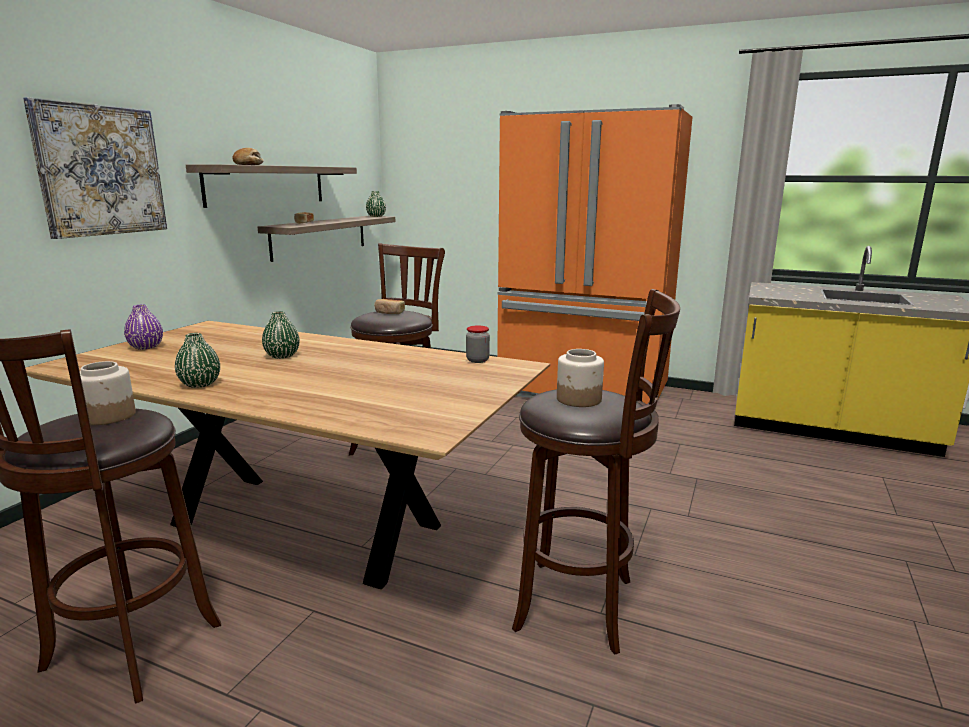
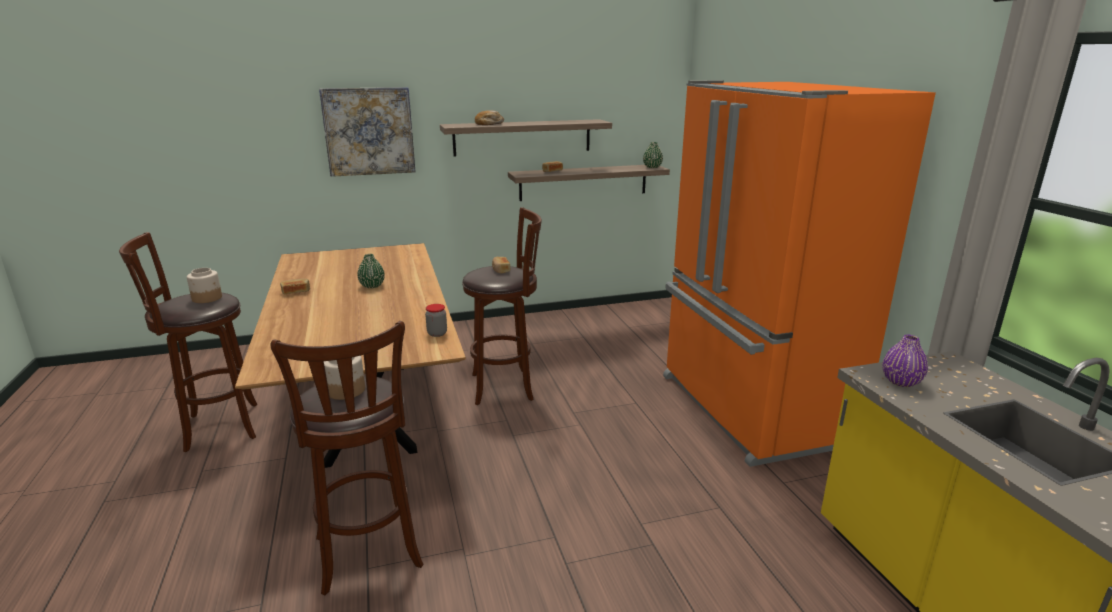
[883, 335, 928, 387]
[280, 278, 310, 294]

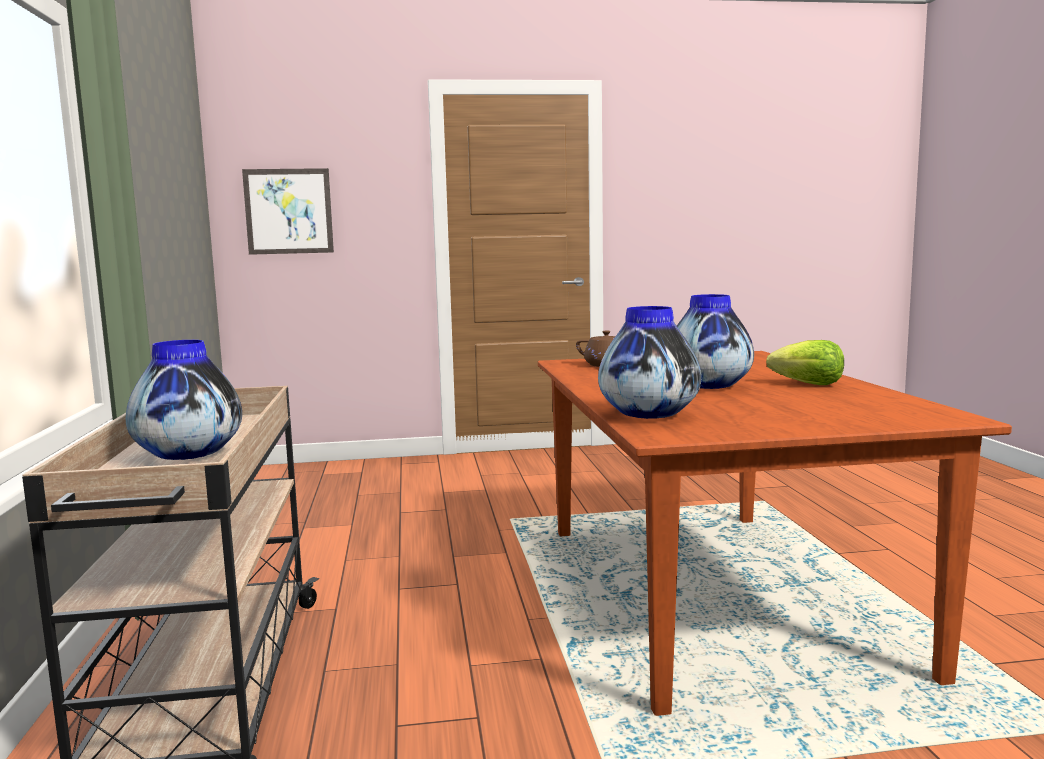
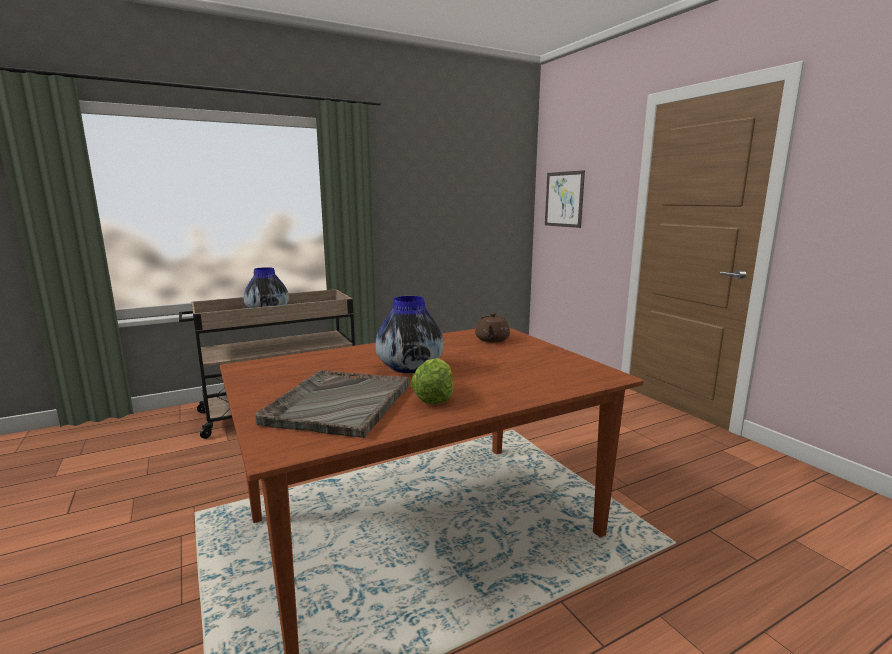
[598, 306, 701, 419] (first image)
[255, 370, 409, 438]

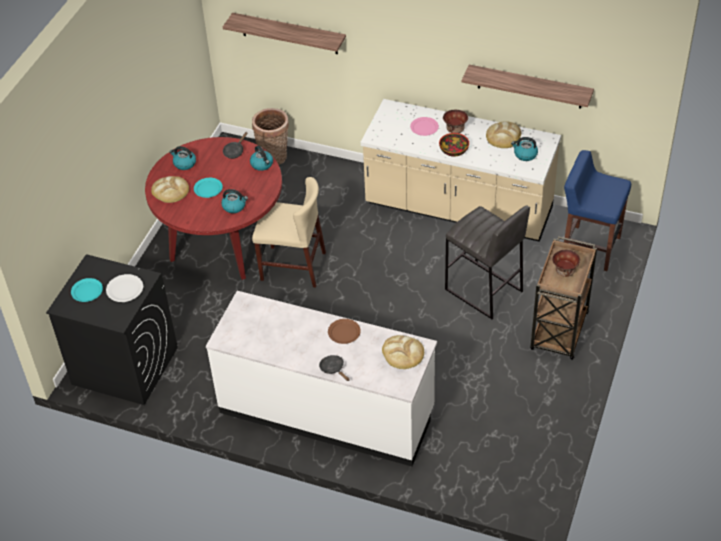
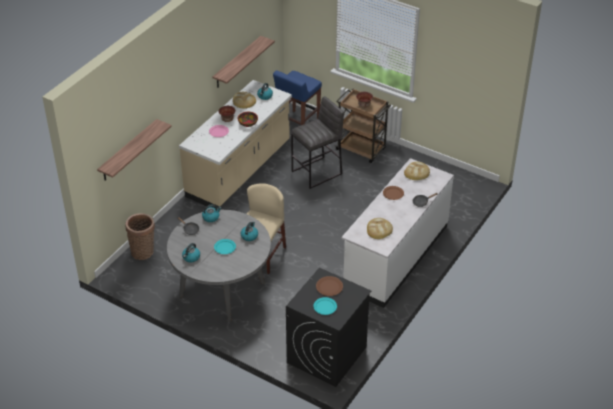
[367, 218, 393, 239]
[316, 276, 343, 296]
[167, 209, 271, 321]

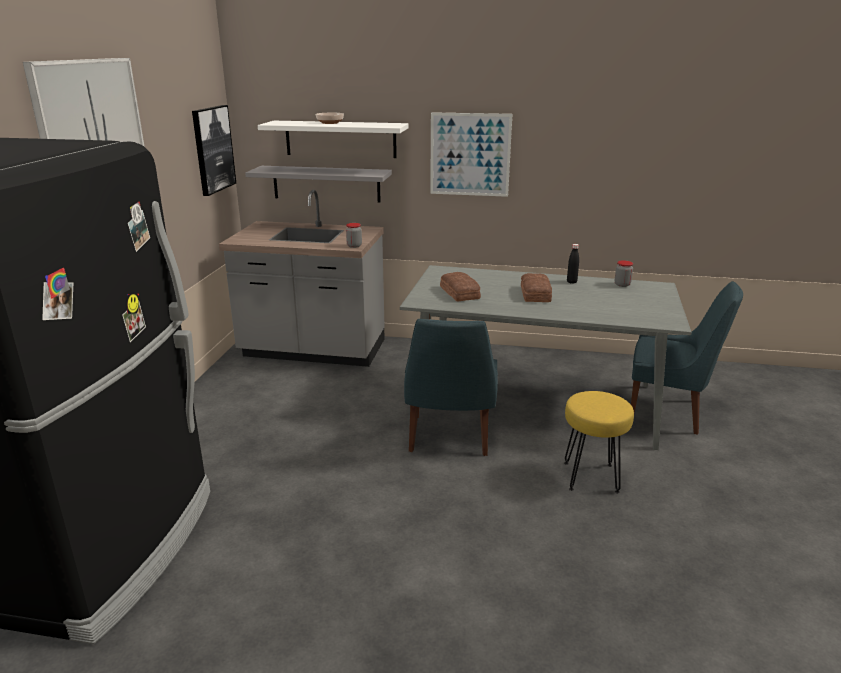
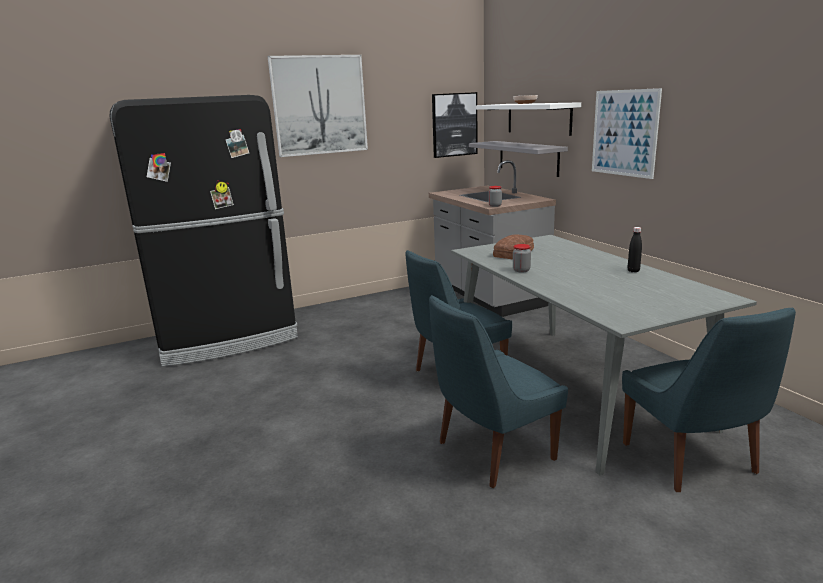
[521, 273, 552, 302] (first image)
[513, 244, 531, 273]
[429, 295, 568, 488]

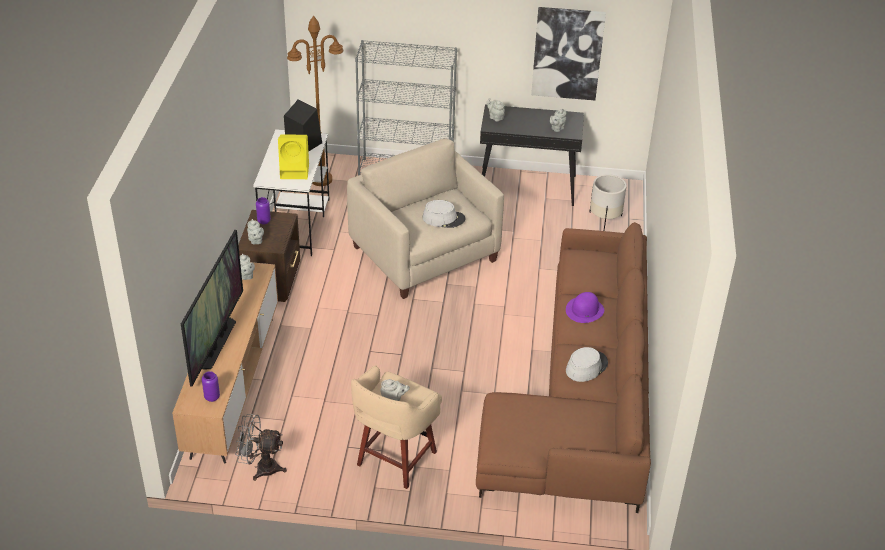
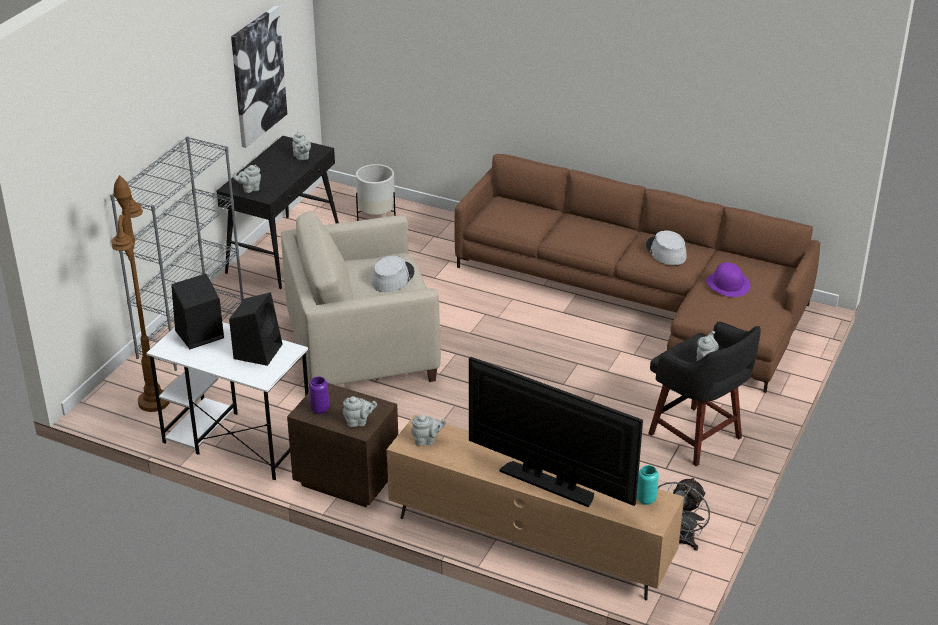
[706, 262, 751, 297]
[637, 465, 659, 505]
[229, 292, 282, 366]
[648, 321, 761, 466]

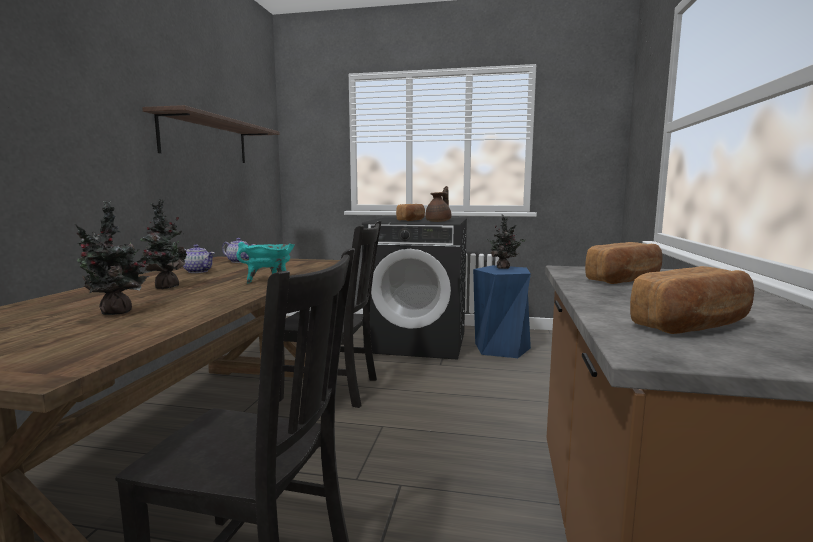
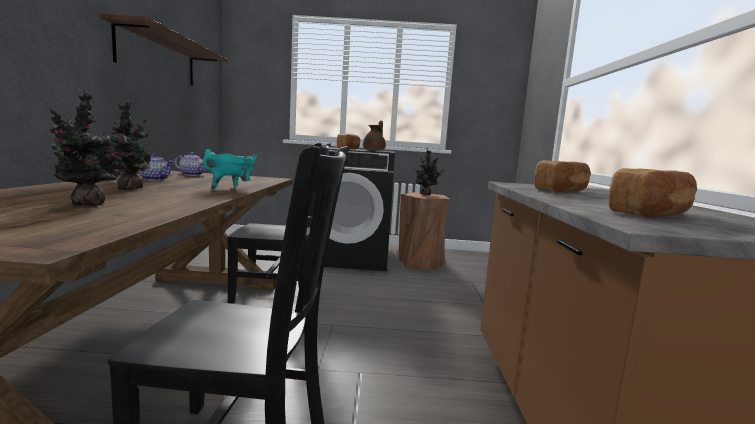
[398, 192, 450, 271]

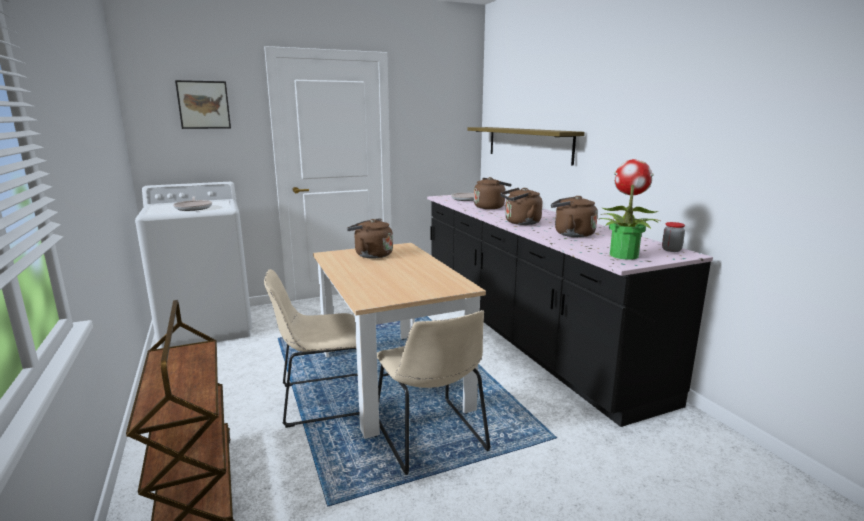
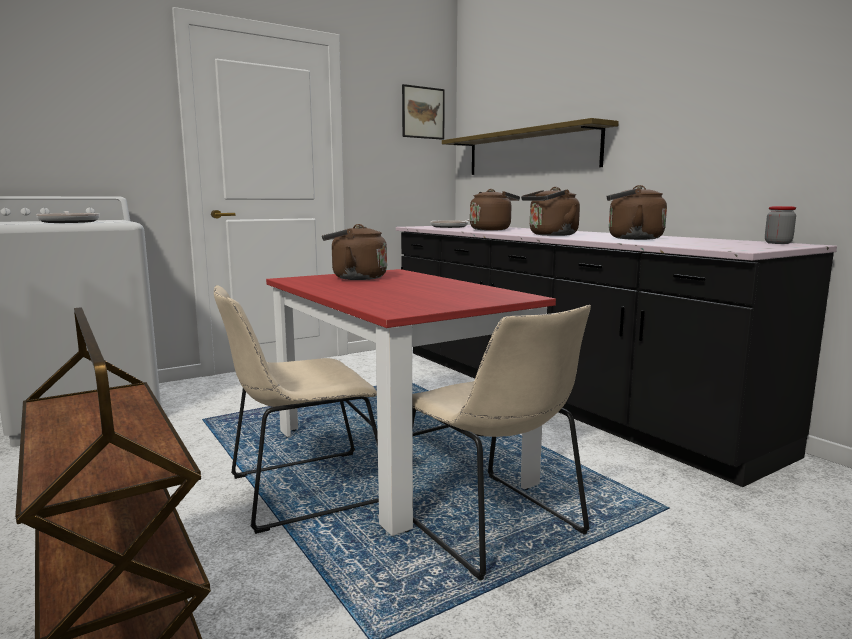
[599, 159, 660, 260] (first image)
[402, 84, 445, 140]
[266, 269, 556, 536]

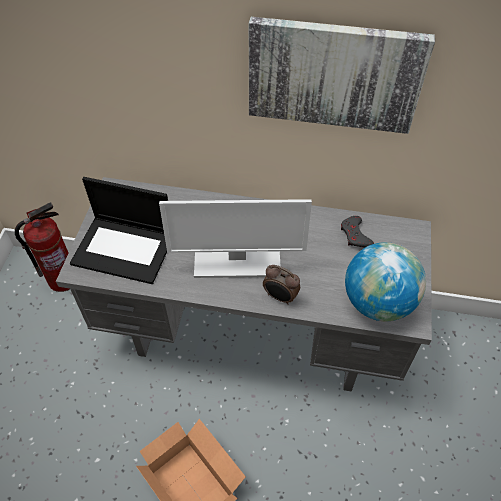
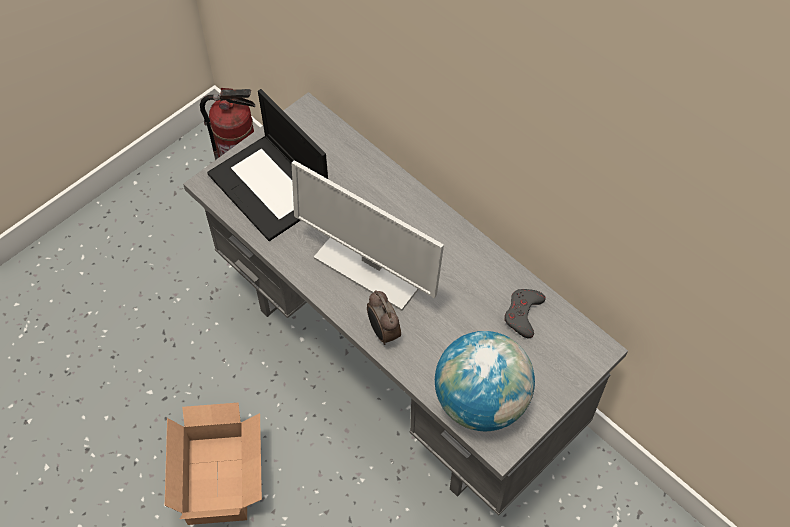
[249, 17, 435, 134] (first image)

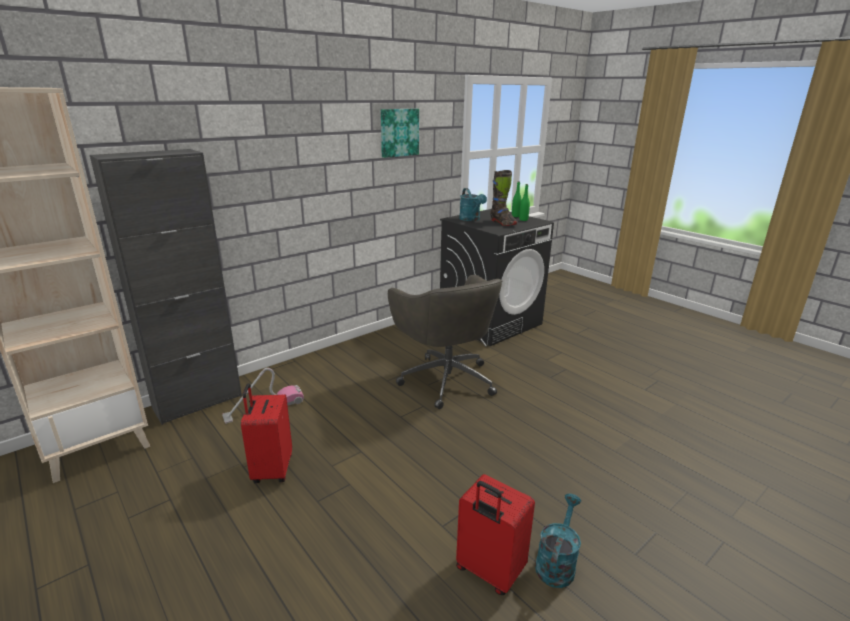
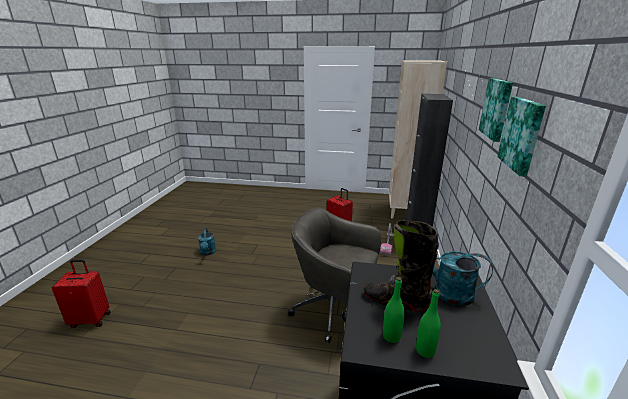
[479, 78, 513, 142]
[52, 259, 111, 328]

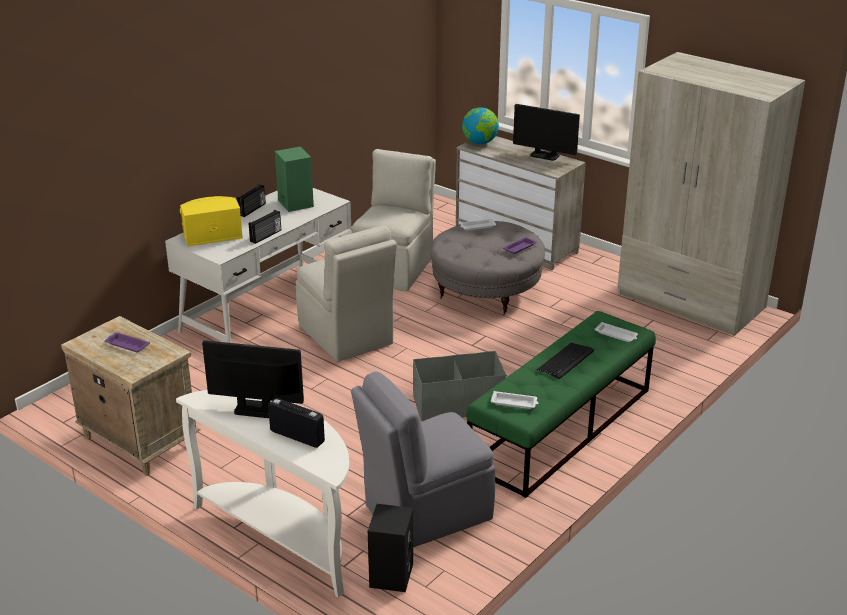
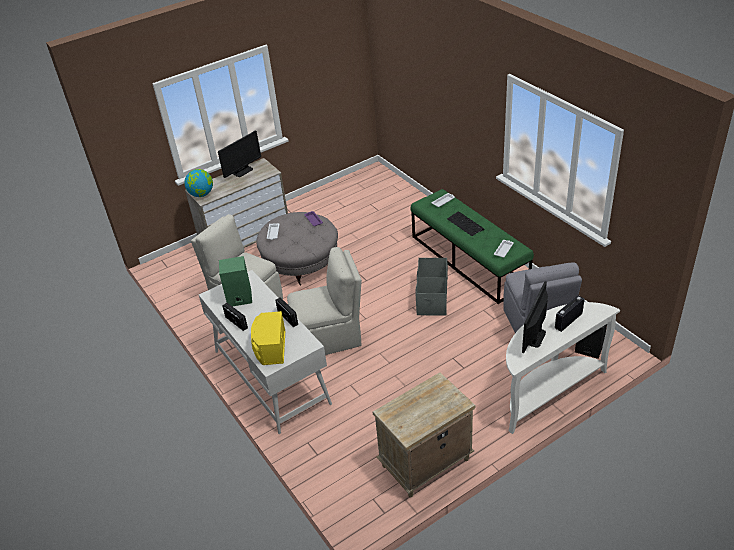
[105, 332, 150, 352] (first image)
[617, 52, 805, 336] (first image)

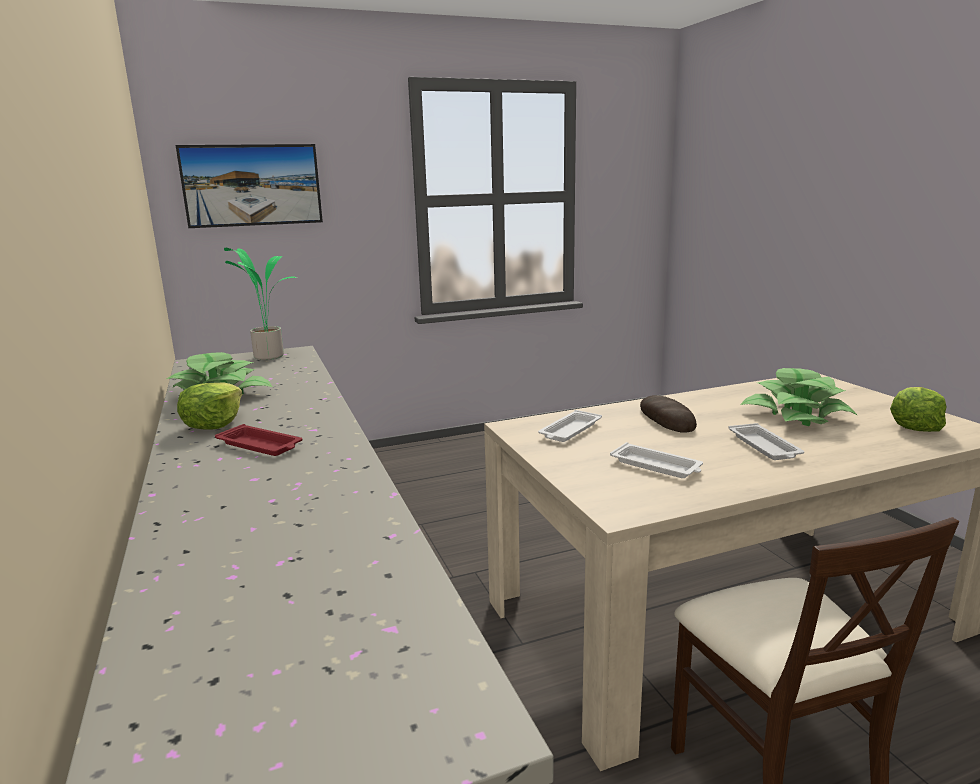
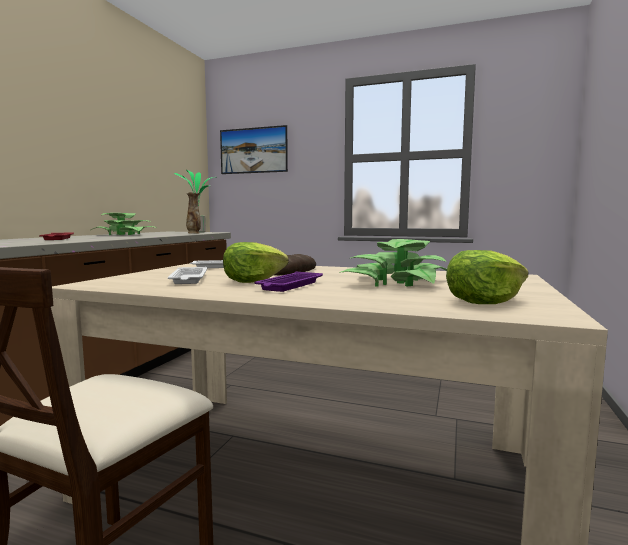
[186, 192, 201, 233]
[223, 242, 289, 283]
[254, 272, 323, 292]

